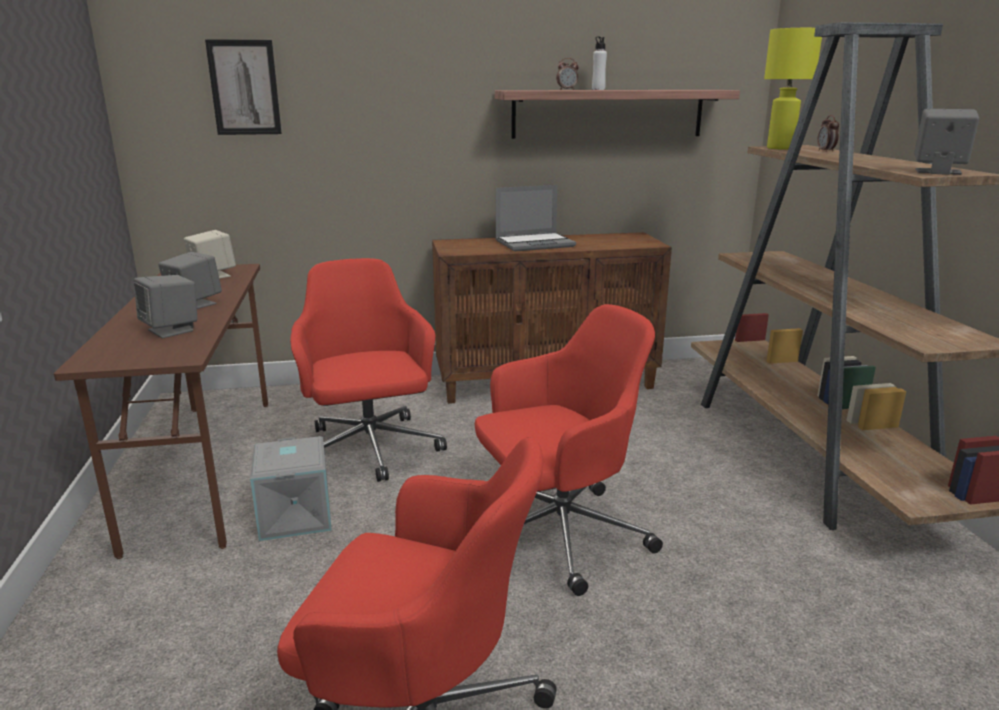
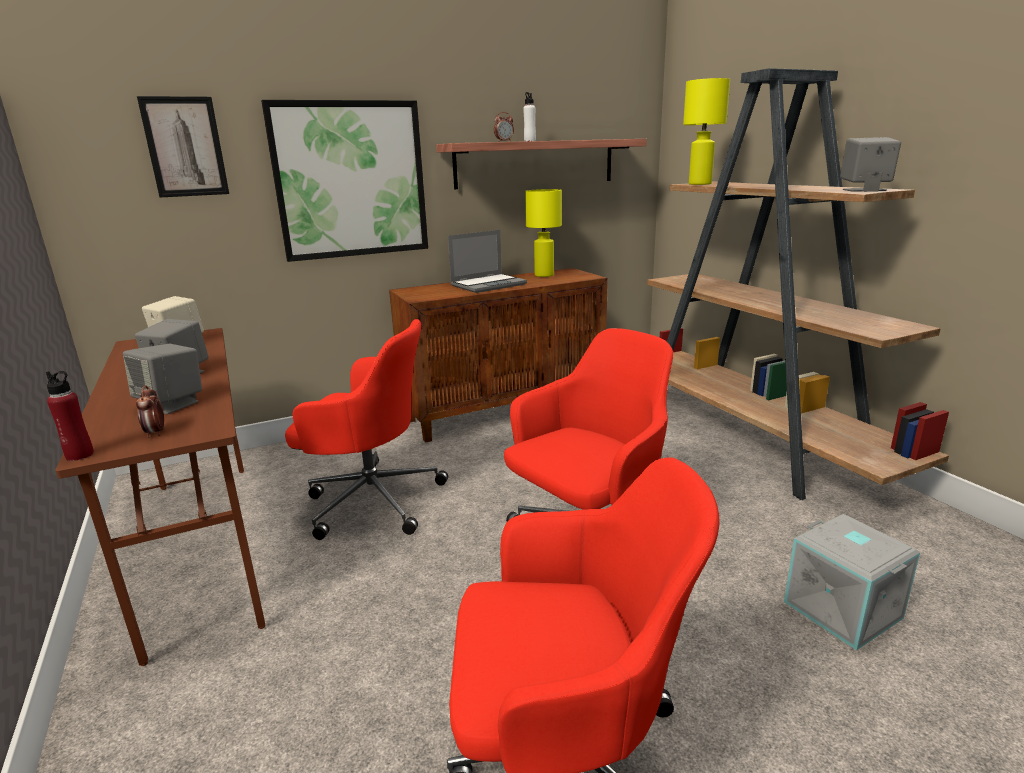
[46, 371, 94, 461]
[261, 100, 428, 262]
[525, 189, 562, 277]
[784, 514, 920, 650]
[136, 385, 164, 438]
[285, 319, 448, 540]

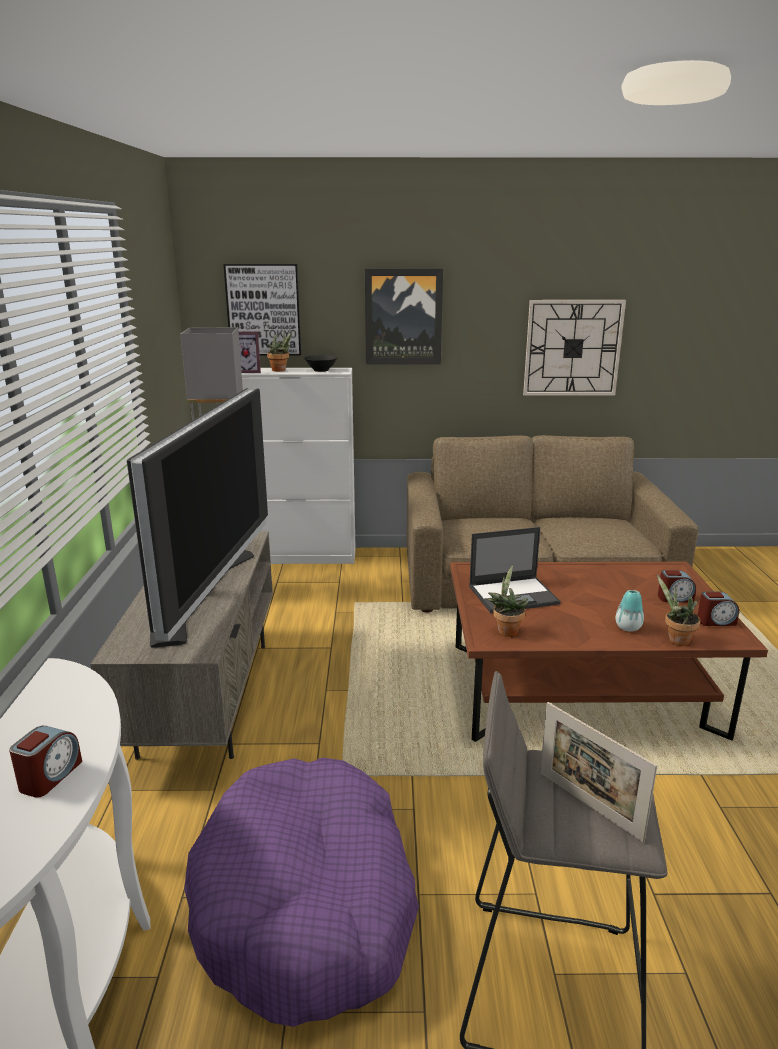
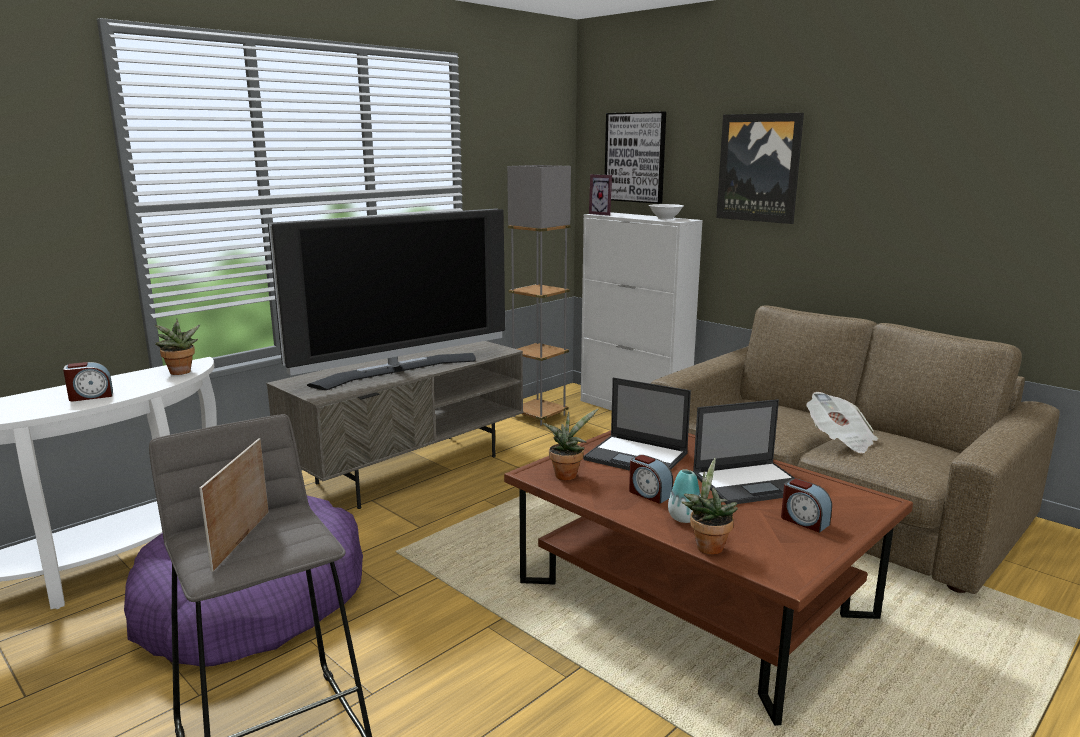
[523, 300, 626, 396] (first image)
[693, 399, 794, 504]
[807, 392, 878, 454]
[155, 318, 201, 375]
[629, 455, 673, 504]
[649, 204, 683, 220]

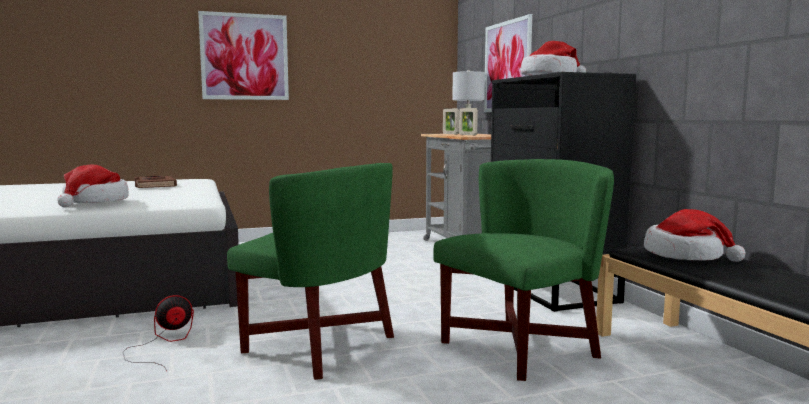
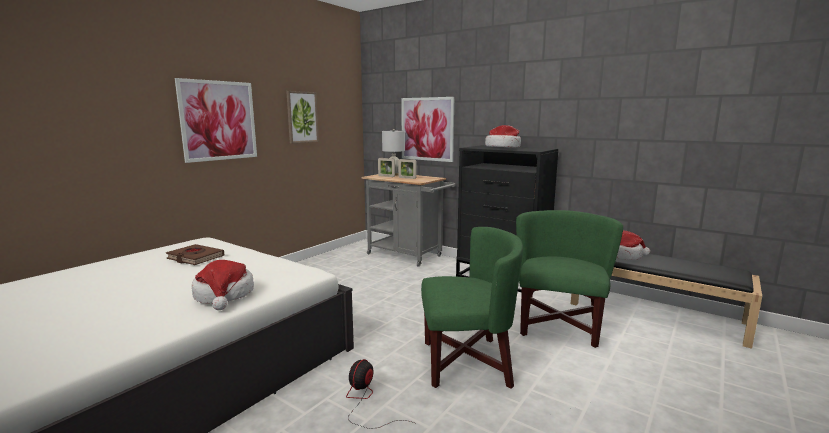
[286, 91, 319, 143]

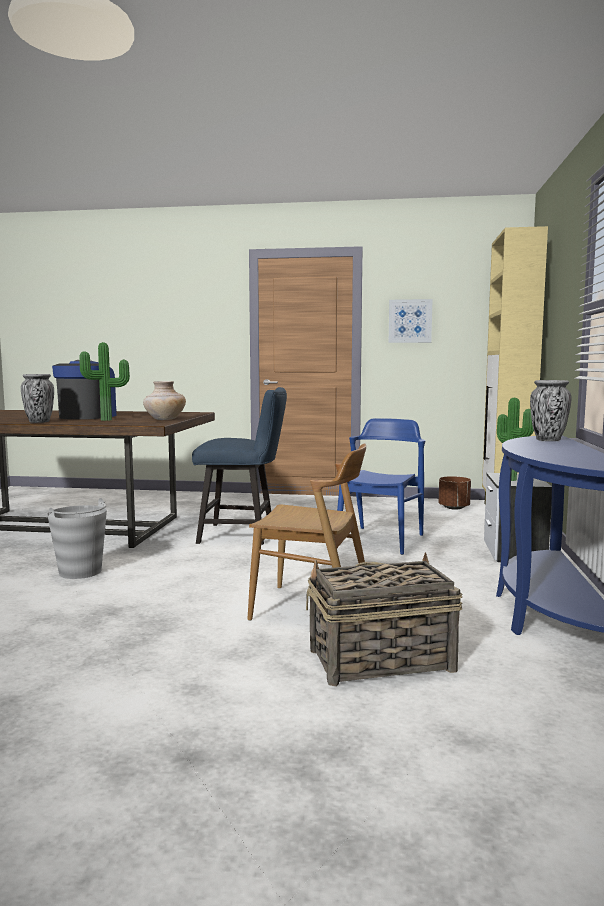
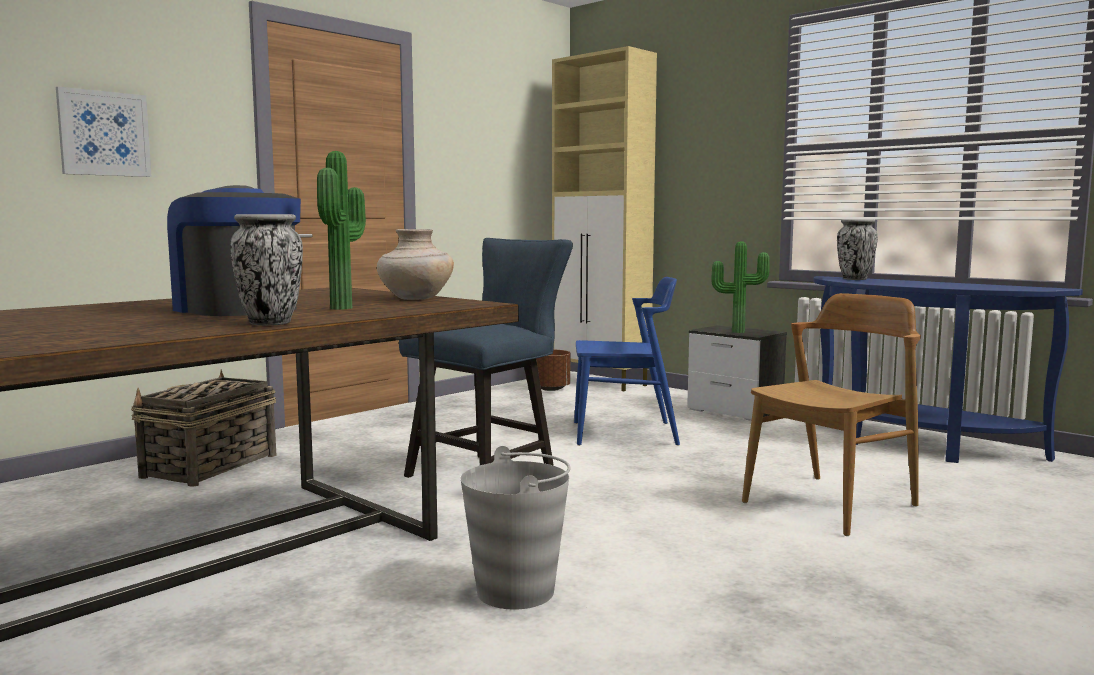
[131, 369, 276, 487]
[56, 87, 152, 177]
[574, 277, 680, 446]

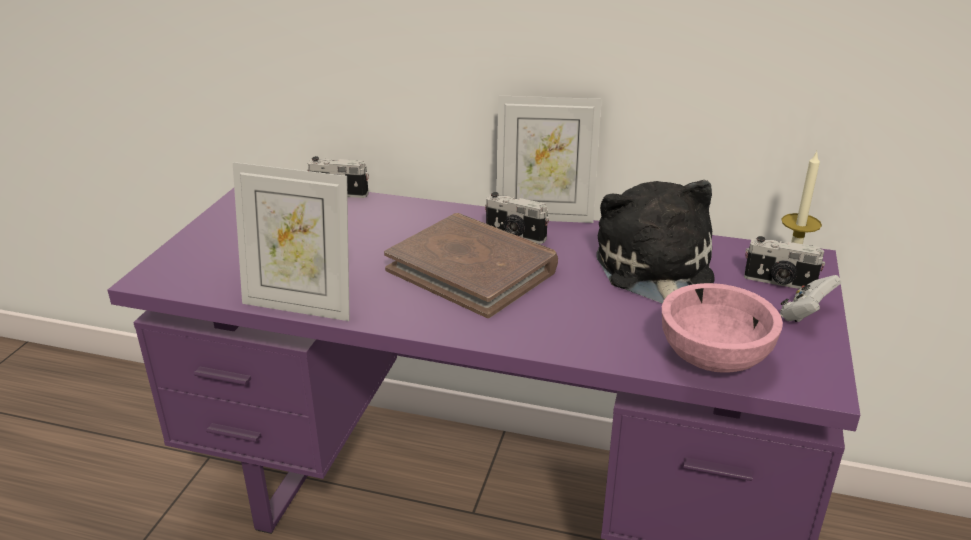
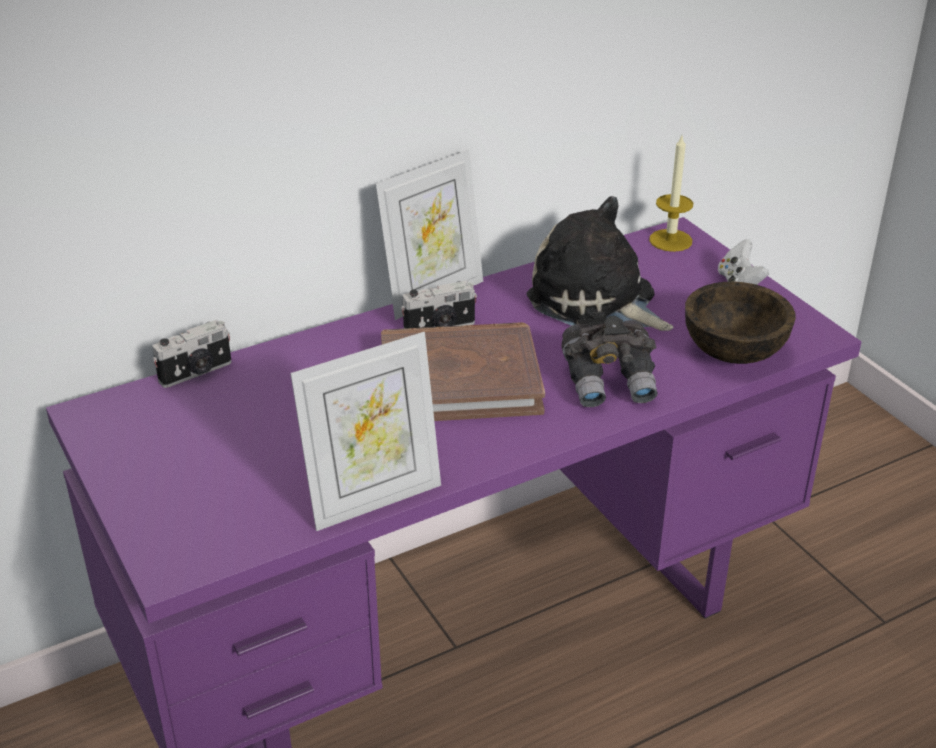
[744, 236, 825, 289] (first image)
[561, 316, 658, 407]
[685, 282, 796, 364]

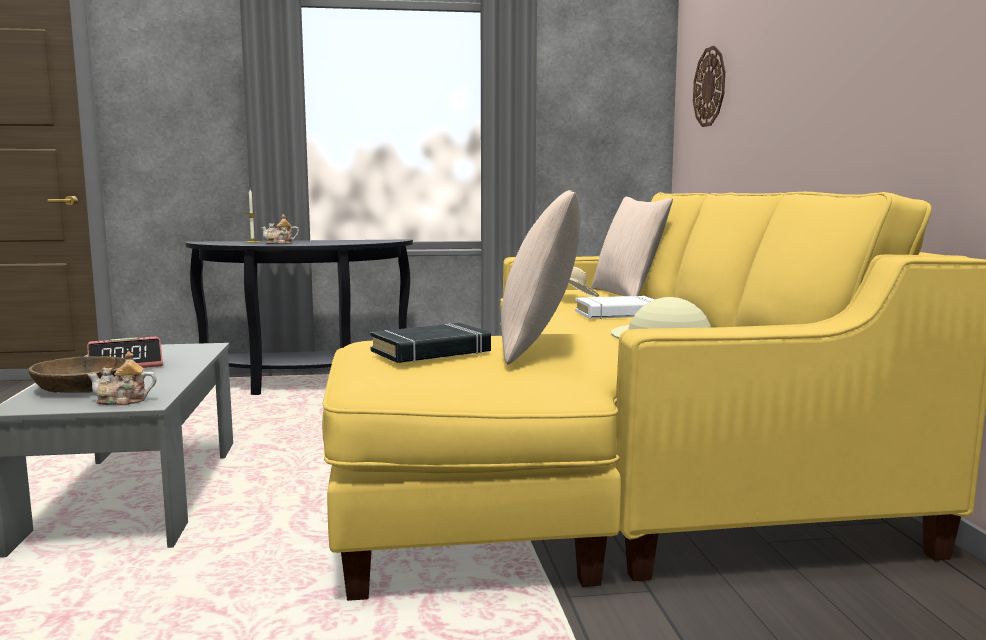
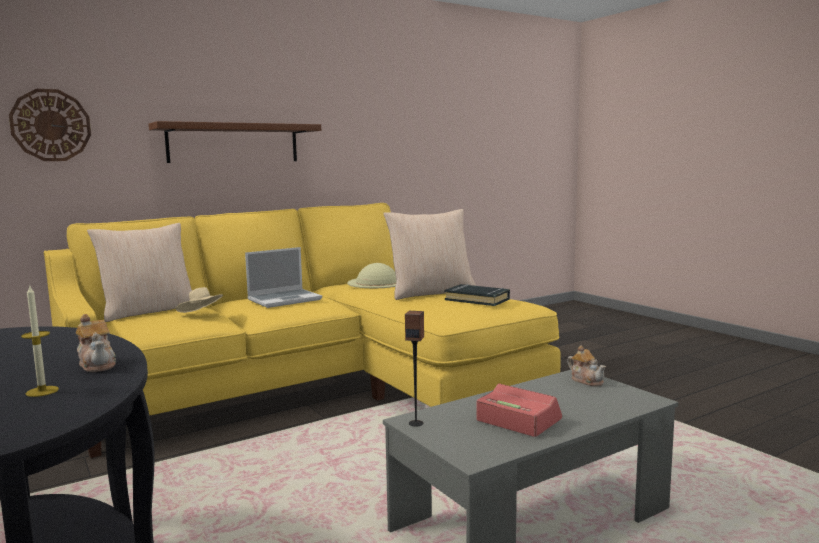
[28, 356, 126, 393] (first image)
[149, 121, 321, 163]
[405, 311, 424, 427]
[245, 247, 322, 308]

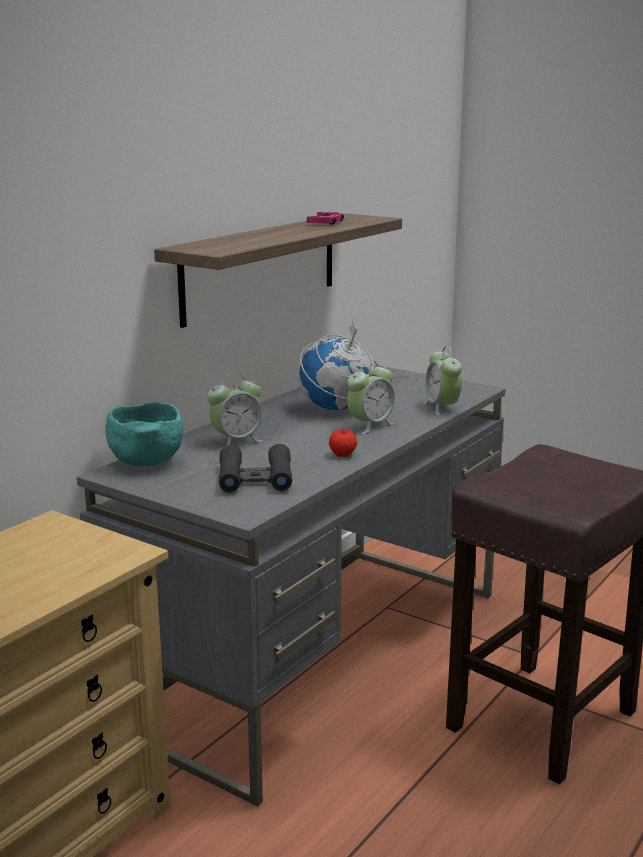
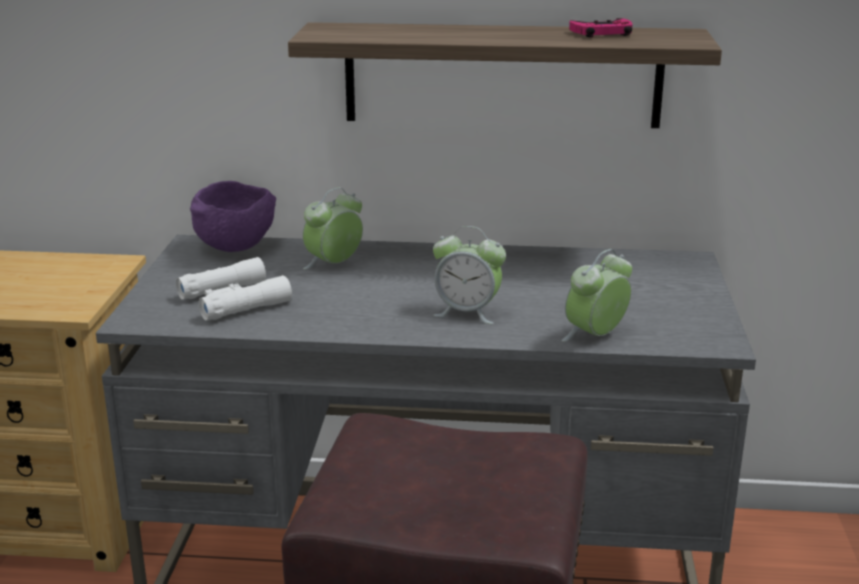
[298, 319, 374, 410] (first image)
[329, 430, 357, 457] (first image)
[190, 181, 276, 252]
[176, 257, 292, 320]
[303, 187, 363, 270]

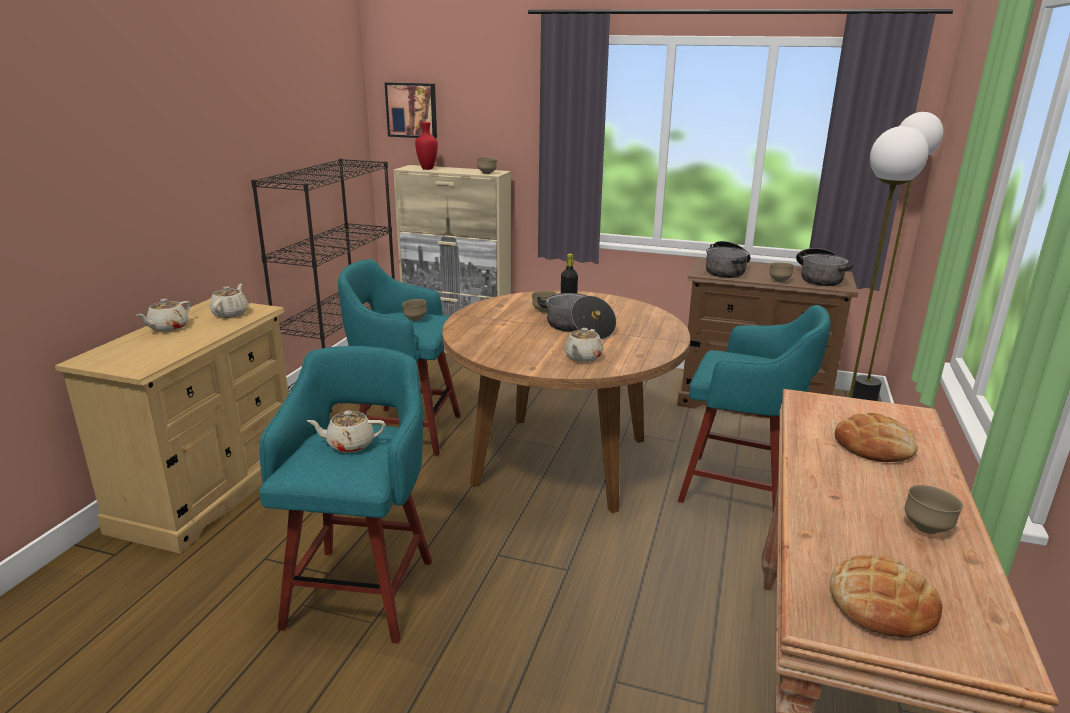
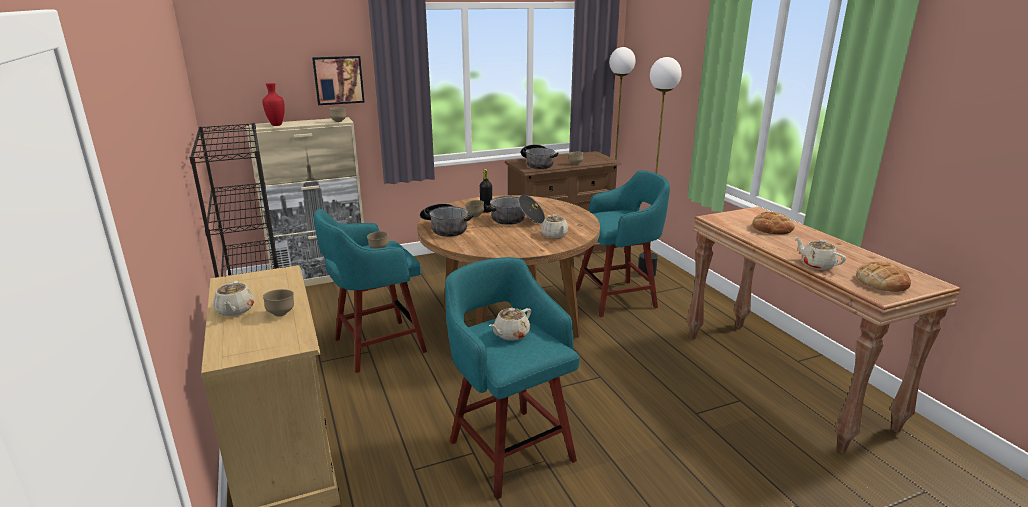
[795, 237, 846, 269]
[312, 56, 365, 105]
[420, 203, 474, 237]
[263, 289, 294, 317]

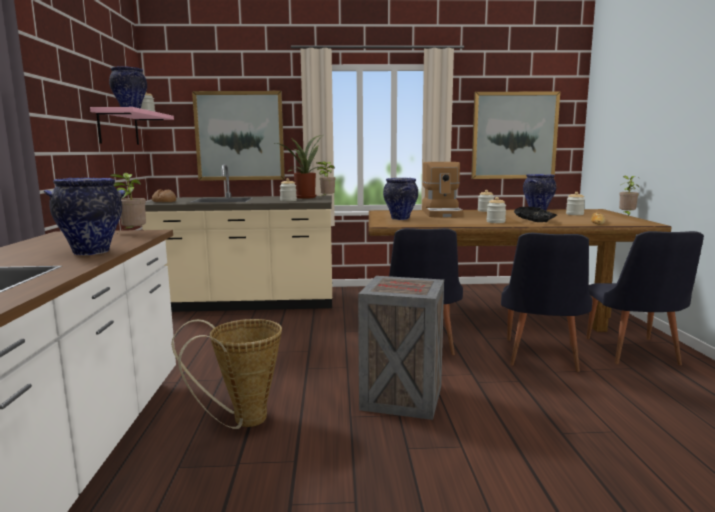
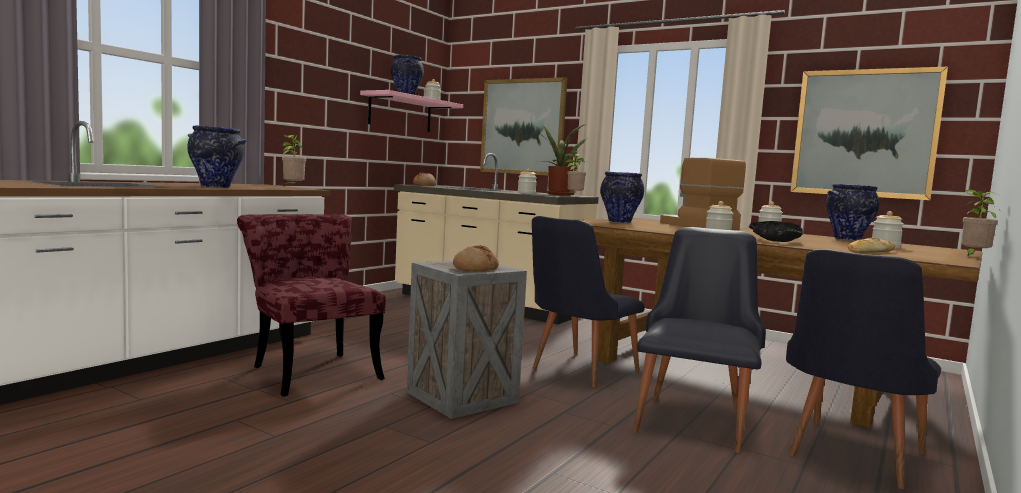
[453, 245, 499, 271]
[237, 214, 386, 397]
[660, 158, 746, 230]
[633, 227, 766, 453]

